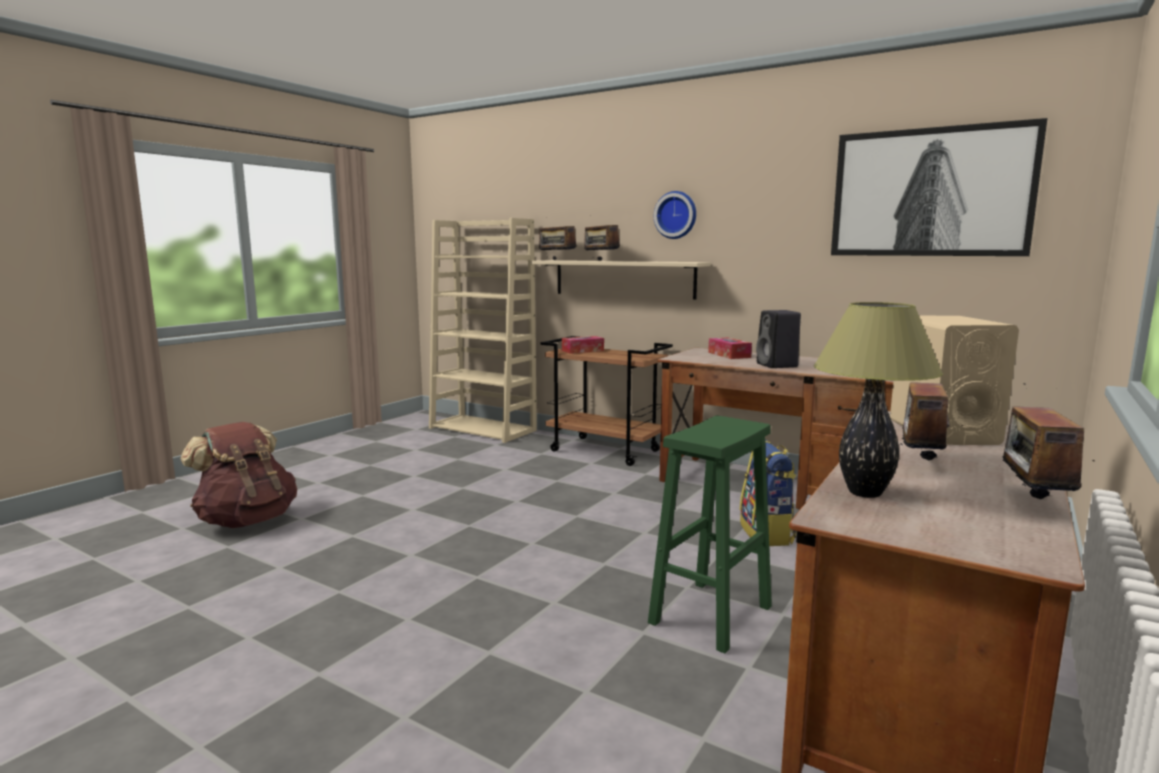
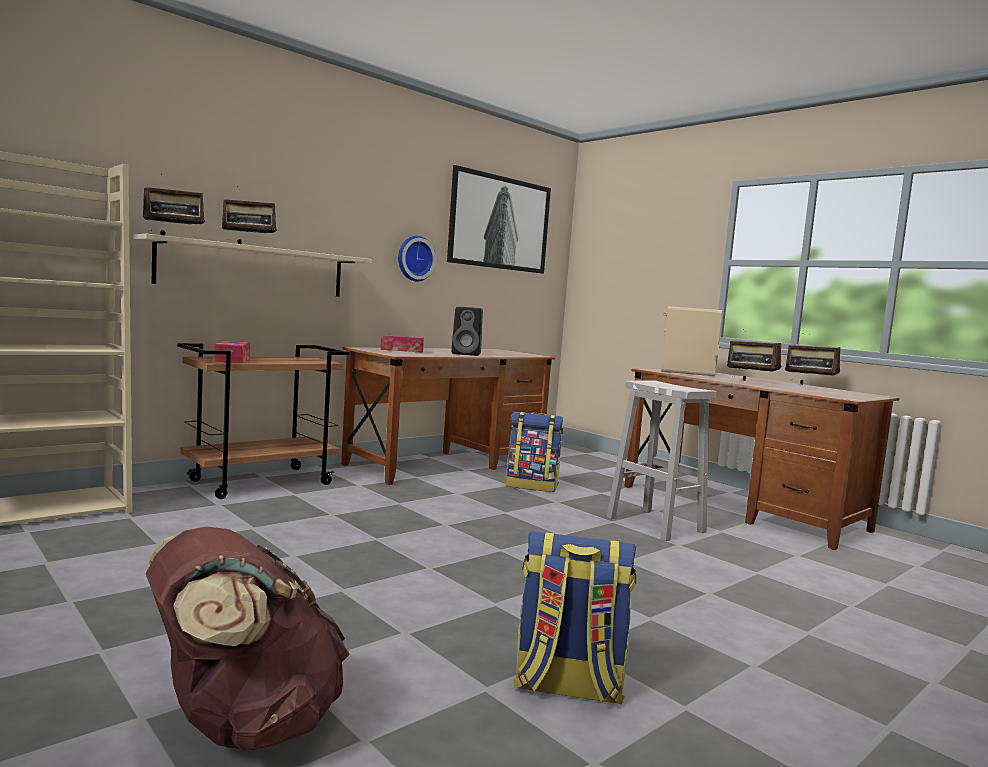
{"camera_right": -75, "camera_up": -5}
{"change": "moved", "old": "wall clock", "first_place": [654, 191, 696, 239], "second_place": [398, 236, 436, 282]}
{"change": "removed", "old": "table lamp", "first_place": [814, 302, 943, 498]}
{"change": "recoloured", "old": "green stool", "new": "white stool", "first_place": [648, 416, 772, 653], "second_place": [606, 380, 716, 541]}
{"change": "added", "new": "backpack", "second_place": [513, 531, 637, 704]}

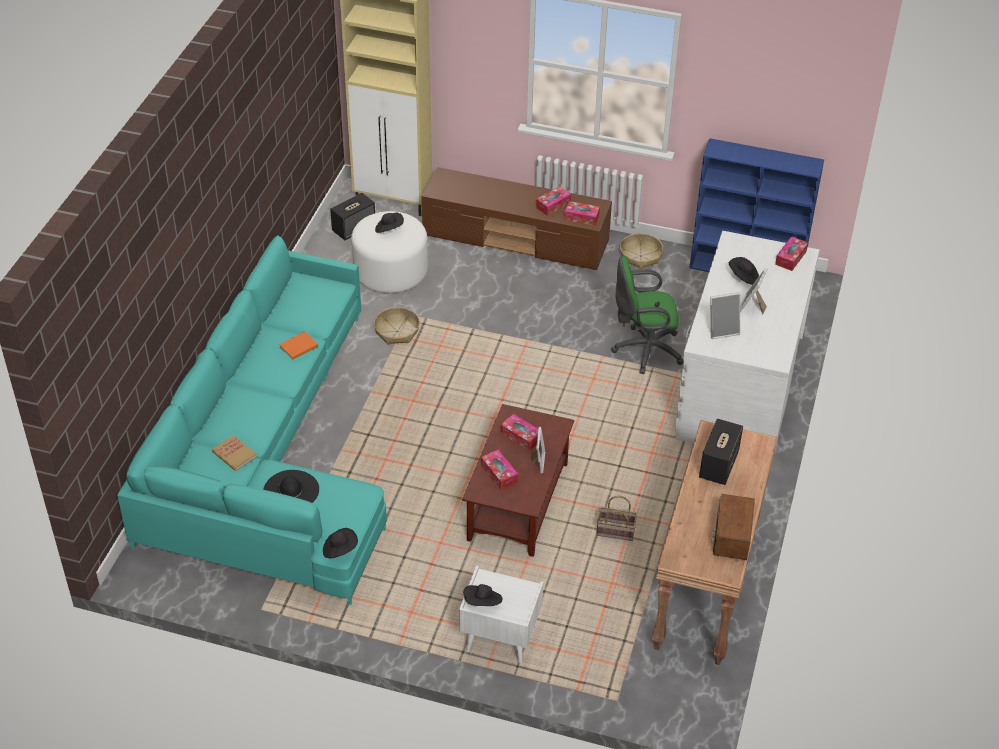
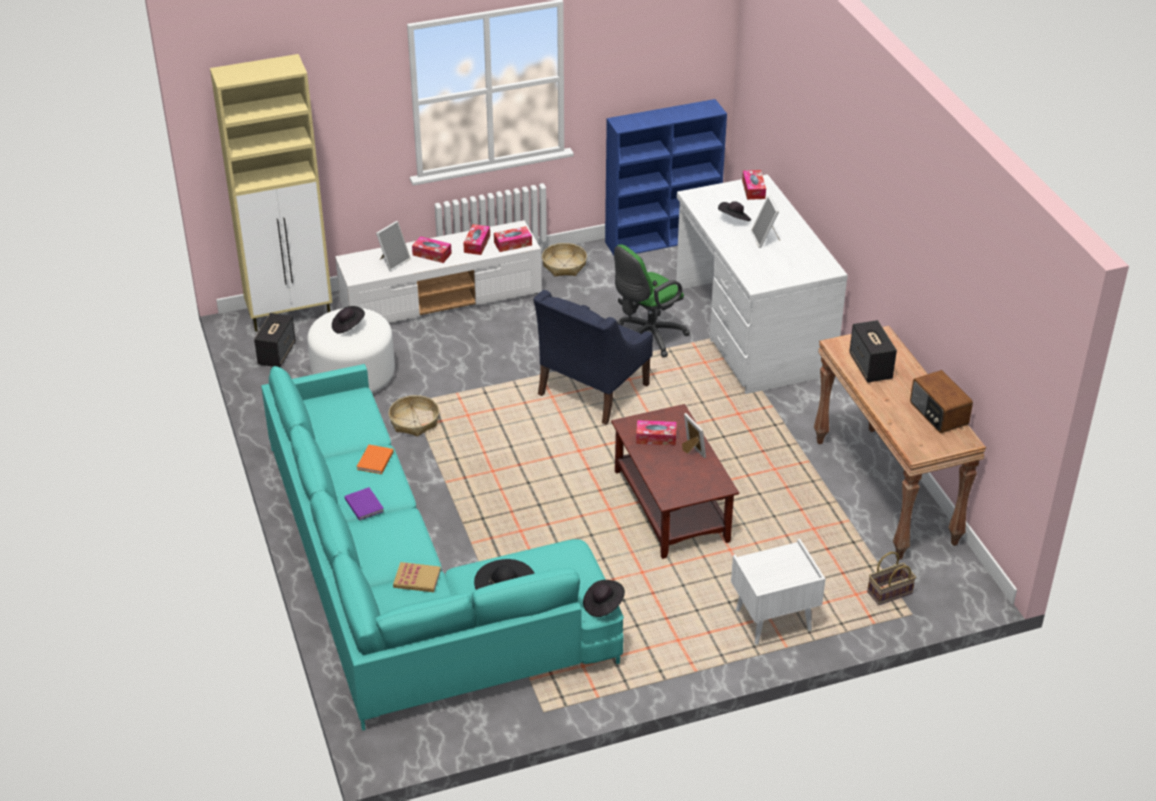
{"camera_right": -35, "camera_up": -5}
{"change": "recoloured", "old": "brown tv stand", "new": "white tv stand", "first_place": [422, 167, 612, 270], "second_place": [335, 220, 542, 323]}
{"change": "moved", "old": "picture frame", "first_place": [710, 292, 740, 339], "second_place": [376, 221, 411, 271]}
{"change": "moved", "old": "tissue box", "first_place": [481, 450, 518, 490], "second_place": [412, 236, 452, 263]}
{"change": "moved", "old": "basket", "first_place": [596, 496, 637, 541], "second_place": [867, 552, 916, 605]}
{"change": "removed", "old": "black hat", "first_place": [463, 584, 502, 606]}
{"change": "added", "new": "blue armchair", "second_place": [533, 290, 653, 425]}
{"change": "added", "new": "purple book", "second_place": [345, 487, 384, 521]}

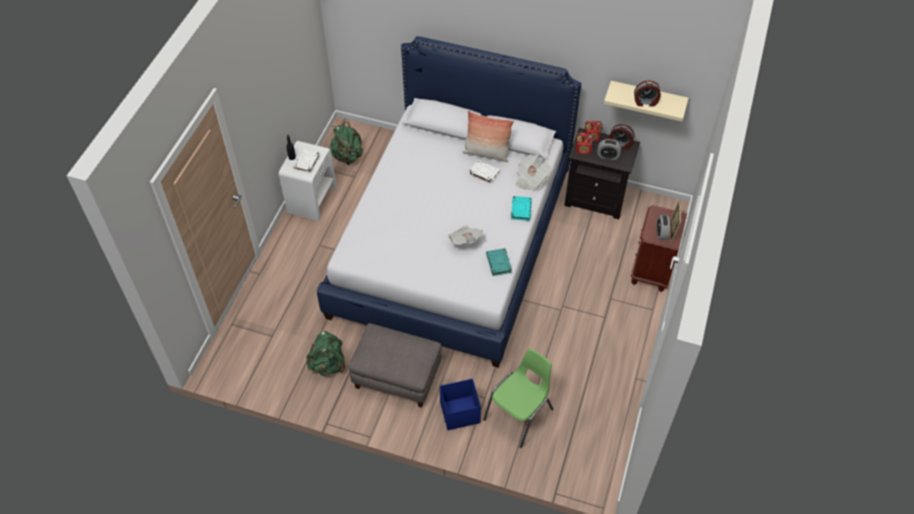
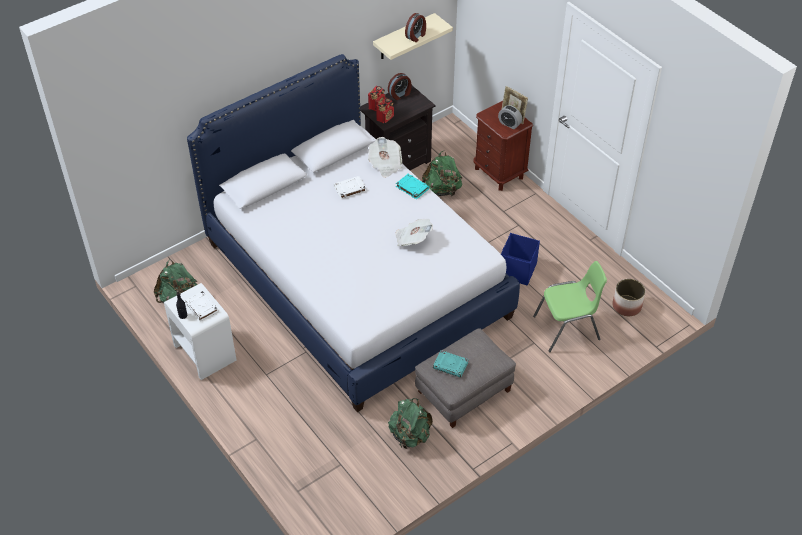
{"camera_right": -55, "camera_up": -5}
{"change": "removed", "old": "pillow", "first_place": [462, 111, 514, 162]}
{"change": "removed", "old": "alarm clock", "first_place": [597, 139, 621, 160]}
{"change": "moved", "old": "turquoise book", "first_place": [486, 248, 512, 276], "second_place": [433, 350, 469, 378]}
{"change": "turned", "old": "green chair", "first_place": [483, 348, 553, 448], "second_place": [533, 261, 607, 352], "degrees": 90}
{"change": "moved", "old": "blue storage box", "first_place": [440, 379, 481, 430], "second_place": [501, 233, 540, 285]}
{"change": "added", "new": "green backpack", "second_place": [422, 151, 462, 196]}
{"change": "added", "new": "planter", "second_place": [613, 279, 645, 316]}

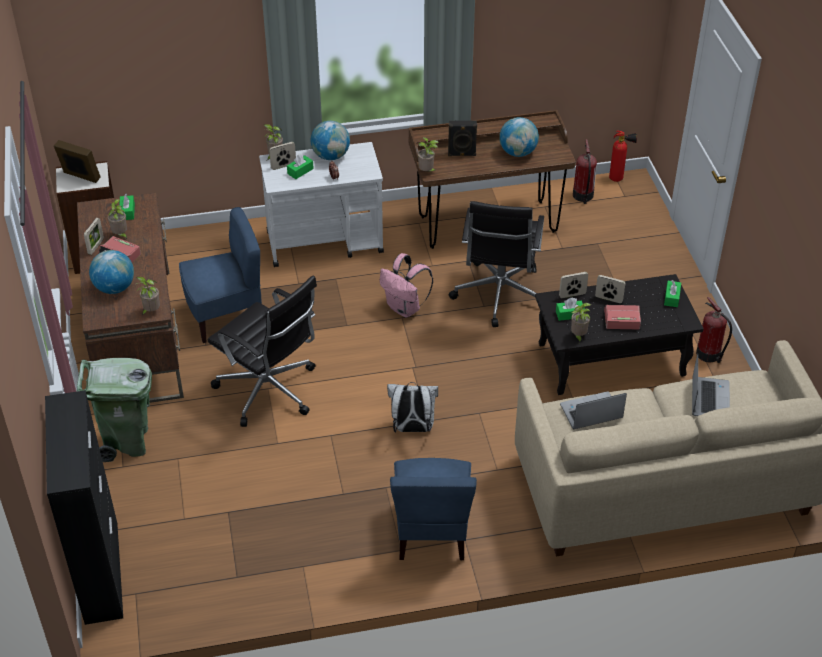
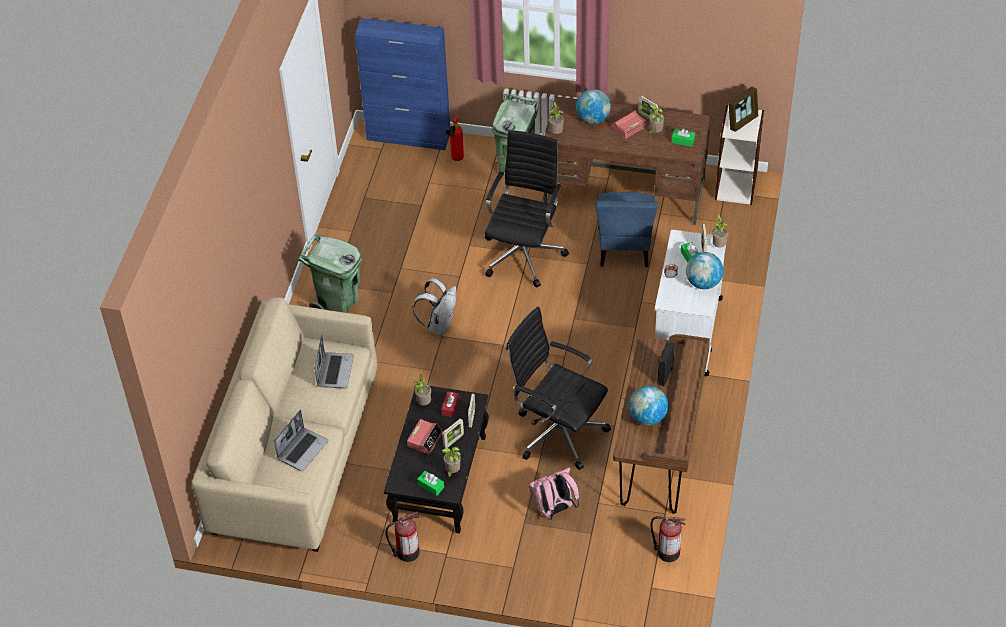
{"camera_right": 115, "camera_up": 5}
{"change": "moved", "old": "fire extinguisher", "first_place": [609, 130, 637, 182], "second_place": [446, 115, 464, 161]}
{"change": "moved", "old": "potted plant", "first_place": [418, 137, 439, 172], "second_place": [442, 446, 461, 479]}
{"change": "moved", "old": "pink backpack", "first_place": [380, 253, 433, 318], "second_place": [529, 467, 579, 520]}
{"change": "turned", "old": "black office chair", "first_place": [208, 275, 317, 427], "second_place": [485, 130, 569, 287], "degrees": 135}
{"change": "recoloured", "old": "green tissue box", "new": "red tissue box", "first_place": [556, 298, 585, 321], "second_place": [441, 391, 460, 417]}
{"change": "turned", "old": "laptop", "first_place": [692, 354, 730, 416], "second_place": [274, 410, 329, 471], "degrees": -90}
{"change": "recoloured", "old": "black cabinet", "new": "blue cabinet", "first_place": [45, 390, 123, 625], "second_place": [355, 18, 450, 150]}
{"change": "replaced", "old": "blue chair", "new": "green trash can", "first_place": [390, 458, 477, 560], "second_place": [298, 233, 362, 313]}

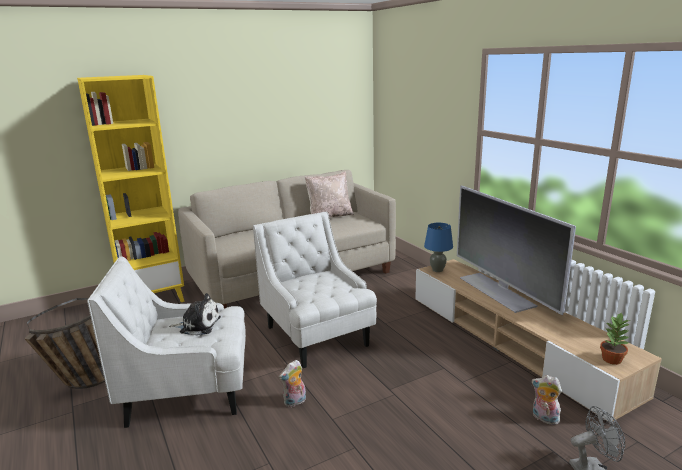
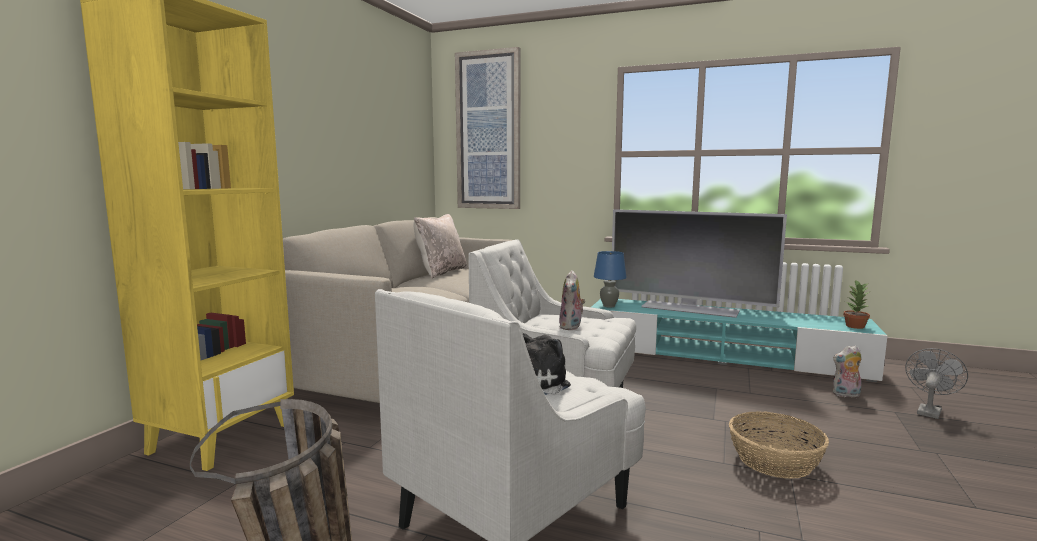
{"camera_right": -40, "camera_up": -10}
{"change": "recoloured", "old": "beige tv stand", "new": "turquoise tv stand", "first_place": [415, 259, 662, 423], "second_place": [591, 299, 887, 382]}
{"change": "moved", "old": "plush toy", "first_place": [279, 360, 306, 408], "second_place": [559, 270, 585, 330]}
{"change": "added", "new": "picture", "second_place": [455, 47, 520, 209]}
{"change": "added", "new": "basket", "second_place": [729, 411, 829, 479]}

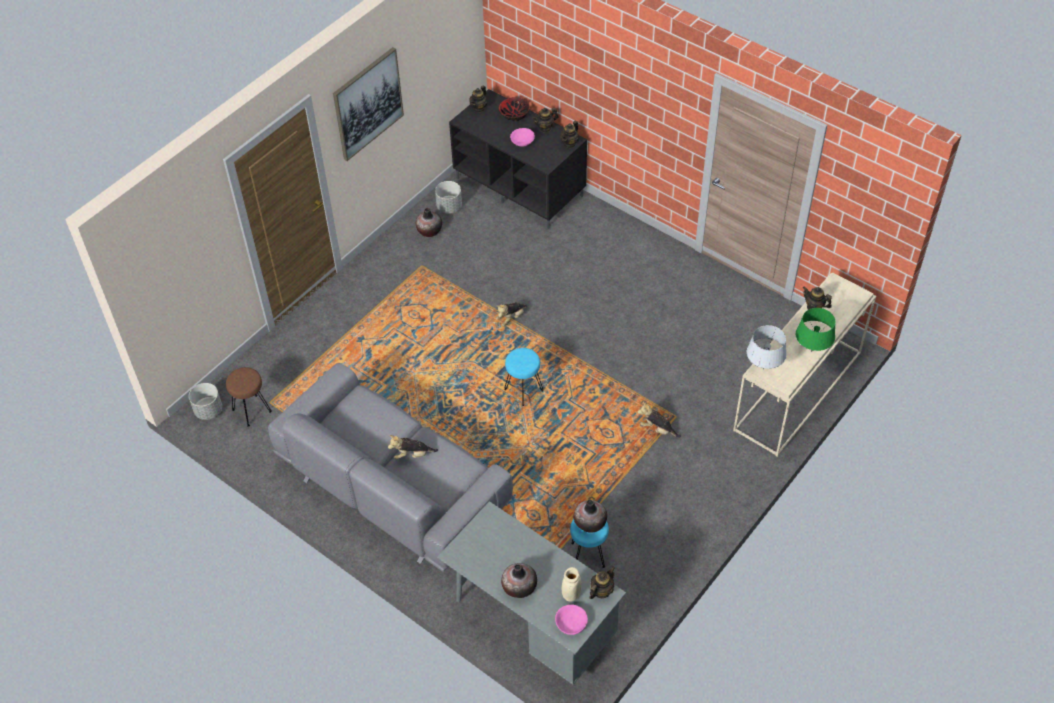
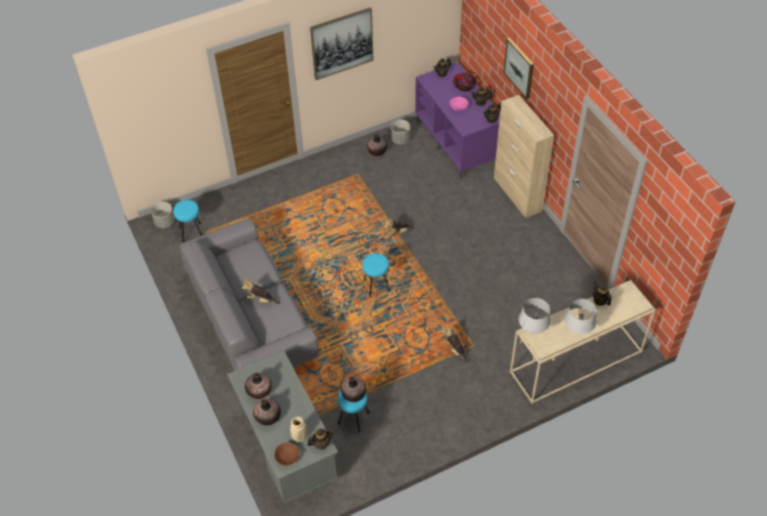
{"camera_right": 25, "camera_up": 0}
{"change": "recoloured", "old": "black tv stand", "new": "purple tv stand", "first_place": [449, 89, 587, 229], "second_place": [415, 62, 500, 178]}
{"change": "recoloured", "old": "green table lamp", "new": "grey table lamp", "first_place": [796, 308, 835, 352], "second_place": [564, 299, 597, 334]}
{"change": "recoloured", "old": "brown stool", "new": "turquoise stool", "first_place": [226, 367, 272, 427], "second_place": [173, 200, 202, 242]}
{"change": "recoloured", "old": "pink bowl", "new": "brown bowl", "first_place": [555, 605, 588, 635], "second_place": [274, 443, 299, 466]}
{"change": "added", "new": "picture", "second_place": [503, 38, 534, 100]}
{"change": "added", "new": "beige cabinet", "second_place": [494, 95, 554, 218]}
{"change": "added", "new": "vase", "second_place": [245, 373, 272, 399]}

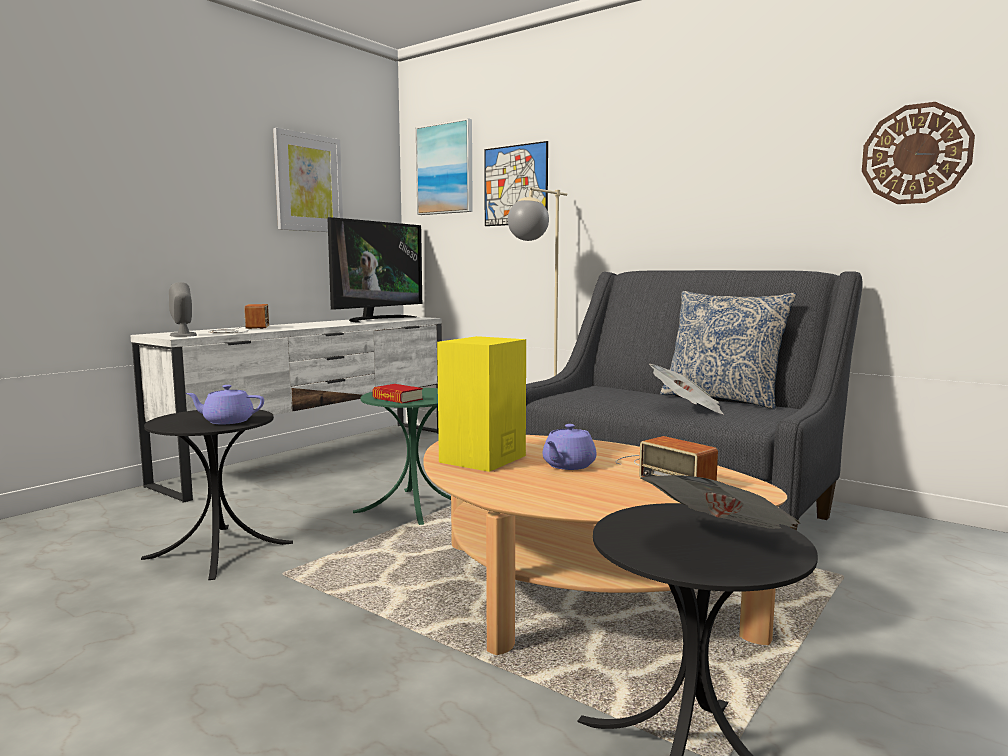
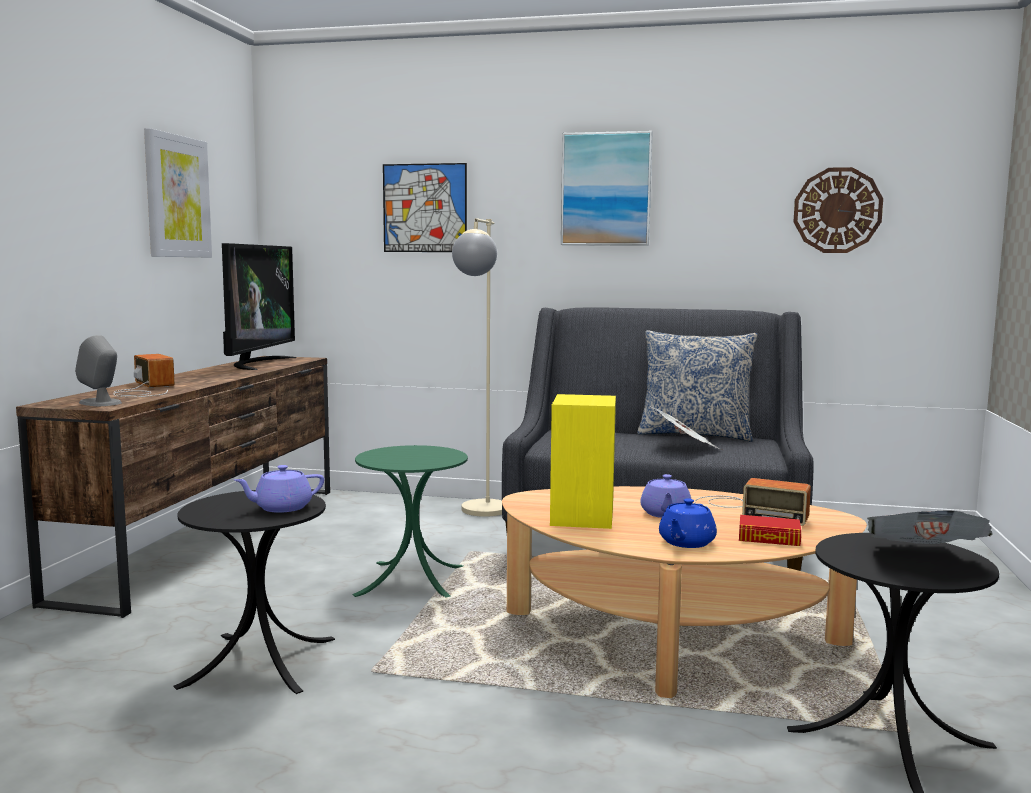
{"camera_right": -25, "camera_up": 0}
{"change": "moved", "old": "picture", "first_place": [416, 118, 473, 215], "second_place": [561, 131, 652, 246]}
{"change": "recoloured", "old": "white tv stand", "new": "brown tv stand", "first_place": [130, 317, 442, 503], "second_place": [16, 356, 330, 618]}
{"change": "moved", "old": "book", "first_place": [372, 384, 423, 403], "second_place": [739, 515, 801, 546]}
{"change": "added", "new": "blue teapot", "second_place": [659, 499, 717, 548]}

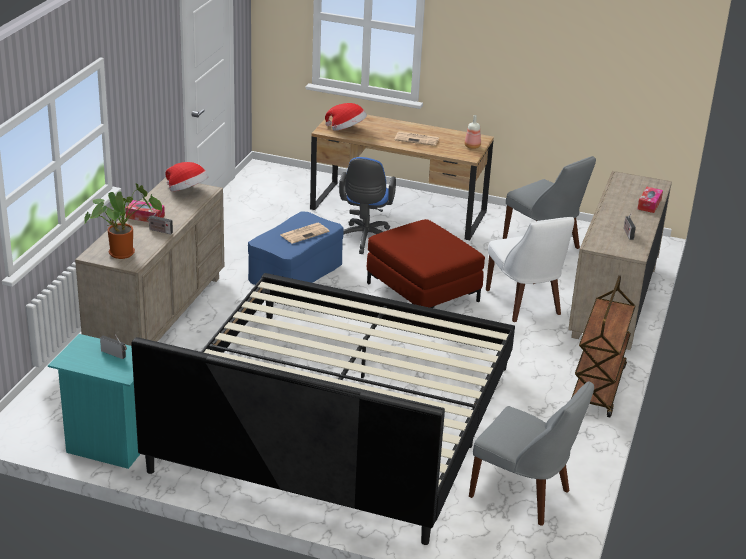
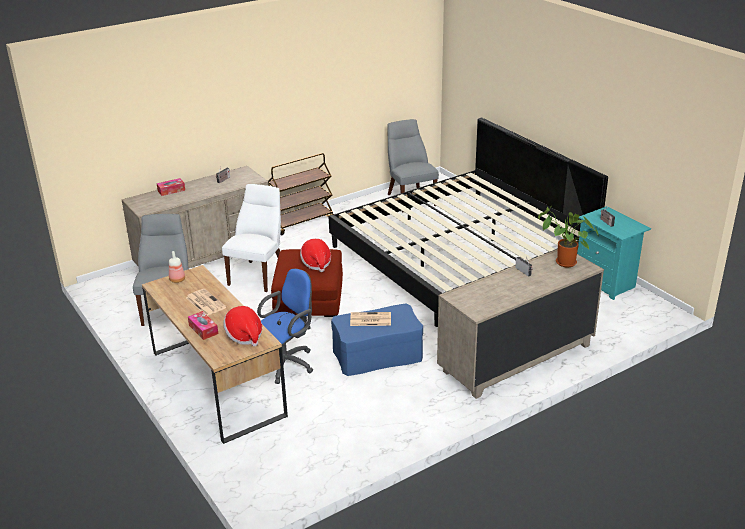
{"camera_right": -140, "camera_up": 0}
{"change": "moved", "old": "hat", "first_place": [165, 162, 209, 192], "second_place": [300, 239, 331, 272]}
{"change": "moved", "old": "tissue box", "first_place": [125, 200, 165, 222], "second_place": [188, 311, 218, 340]}

